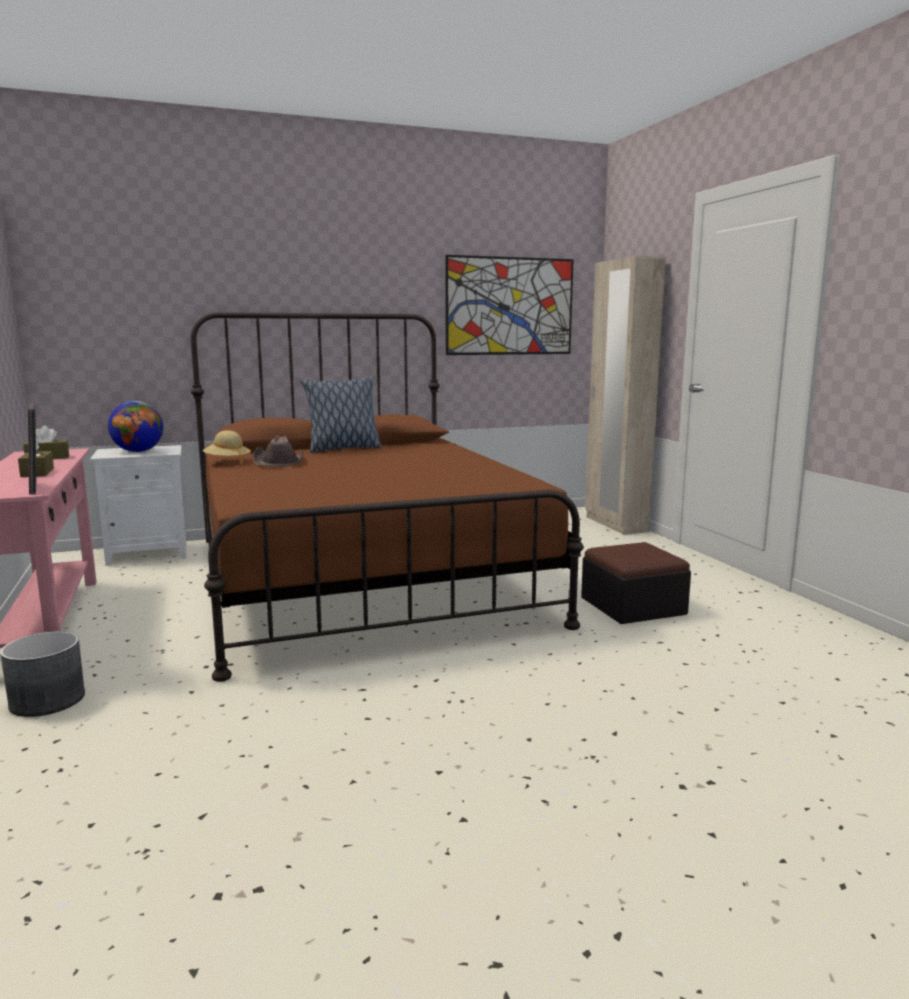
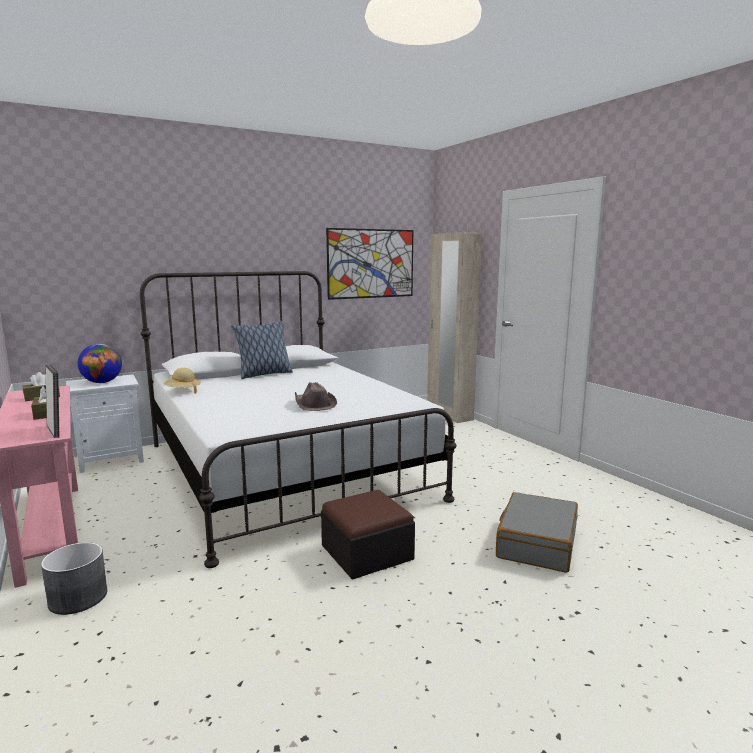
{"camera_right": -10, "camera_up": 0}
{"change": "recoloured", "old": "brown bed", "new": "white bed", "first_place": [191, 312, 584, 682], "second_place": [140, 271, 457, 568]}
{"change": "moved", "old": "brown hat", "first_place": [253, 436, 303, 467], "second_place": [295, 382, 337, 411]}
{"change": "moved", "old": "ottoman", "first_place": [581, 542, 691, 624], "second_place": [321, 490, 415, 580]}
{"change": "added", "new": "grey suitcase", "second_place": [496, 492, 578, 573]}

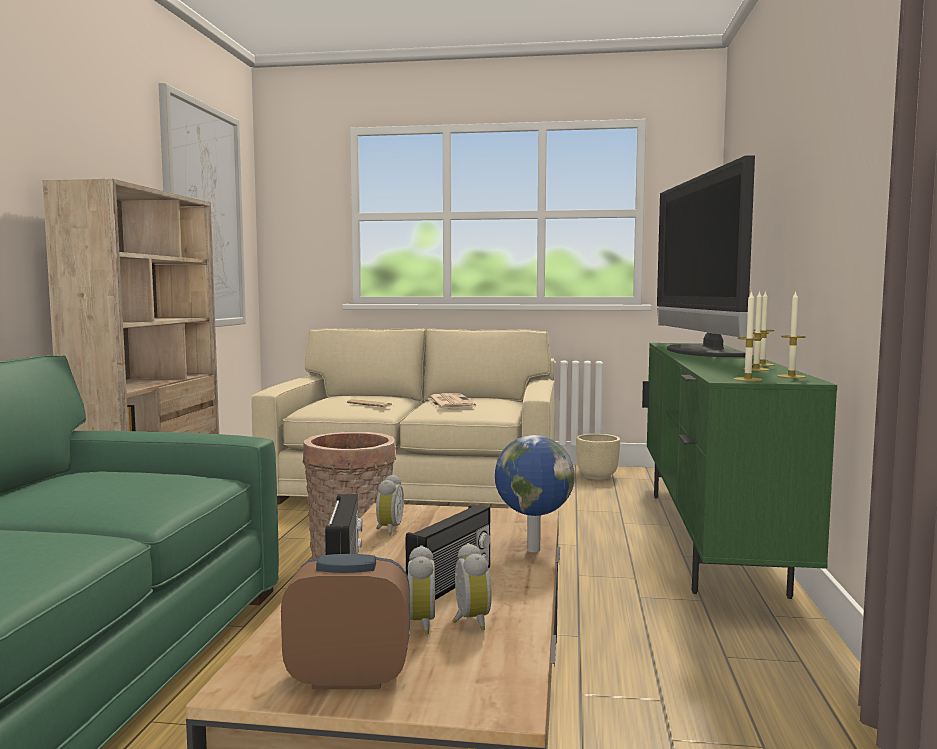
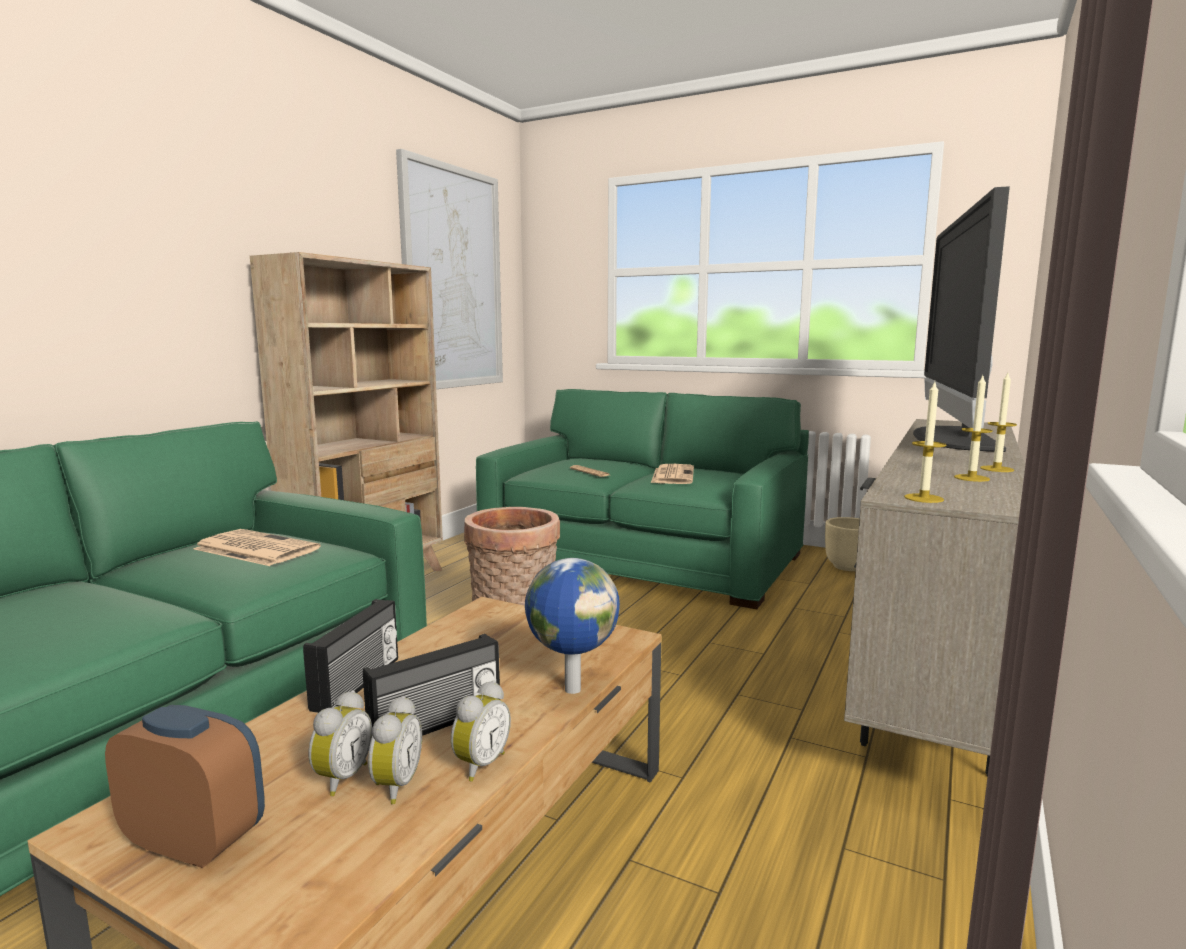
{"camera_right": 20, "camera_up": 5}
{"change": "removed", "old": "candle", "first_place": [777, 291, 806, 378]}
{"change": "recoloured", "old": "beige sofa", "new": "green sofa", "first_place": [252, 328, 555, 504], "second_place": [476, 389, 809, 609]}
{"change": "recoloured", "old": "green tv stand", "new": "beige tv stand", "first_place": [642, 343, 837, 599], "second_place": [844, 419, 1025, 777]}
{"change": "moved", "old": "alarm clock", "first_place": [376, 474, 404, 535], "second_place": [451, 681, 511, 782]}
{"change": "added", "new": "newspaper", "second_place": [193, 529, 321, 566]}

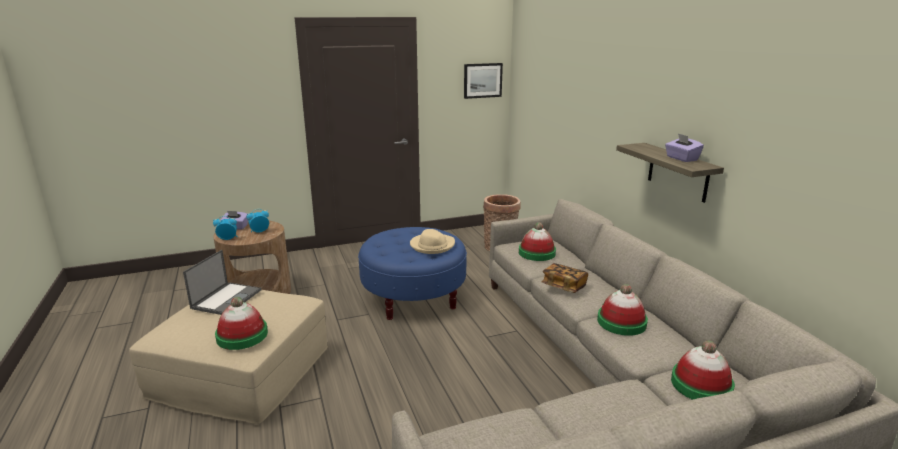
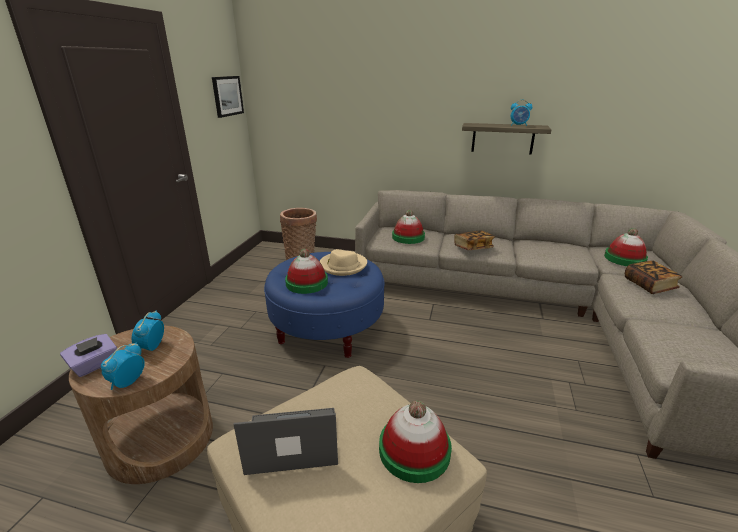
{"camera_right": -55, "camera_up": 5}
{"change": "replaced", "old": "purple tissue box", "new": "alarm clock", "first_place": [665, 133, 704, 162], "second_place": [511, 99, 532, 126]}
{"change": "turned", "old": "laptop", "first_place": [183, 250, 261, 315], "second_place": [233, 408, 338, 475], "degrees": -60}
{"change": "moved", "old": "hat", "first_place": [597, 284, 648, 336], "second_place": [285, 249, 328, 294]}
{"change": "added", "new": "book", "second_place": [624, 261, 683, 294]}

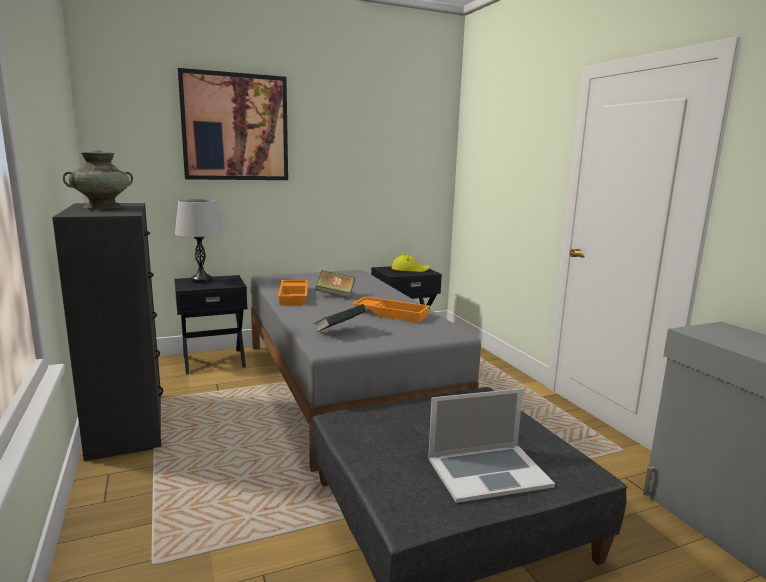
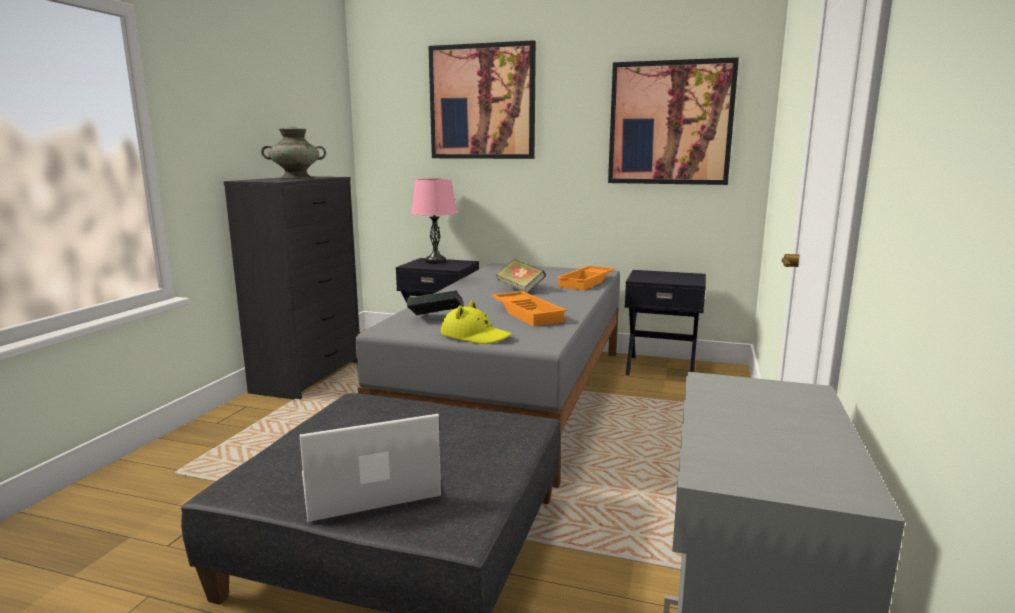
{"camera_right": 40, "camera_up": 0}
{"change": "recoloured", "old": "grey table lamp", "new": "pink table lamp", "first_place": [175, 199, 222, 283], "second_place": [411, 178, 457, 264]}
{"change": "moved", "old": "yellow hat", "first_place": [392, 252, 430, 272], "second_place": [441, 300, 512, 344]}
{"change": "moved", "old": "orange tray", "first_place": [278, 280, 308, 305], "second_place": [557, 266, 615, 290]}
{"change": "turned", "old": "laptop", "first_place": [428, 388, 555, 503], "second_place": [300, 414, 441, 522], "degrees": 135}
{"change": "added", "new": "picture", "second_place": [608, 57, 739, 185]}

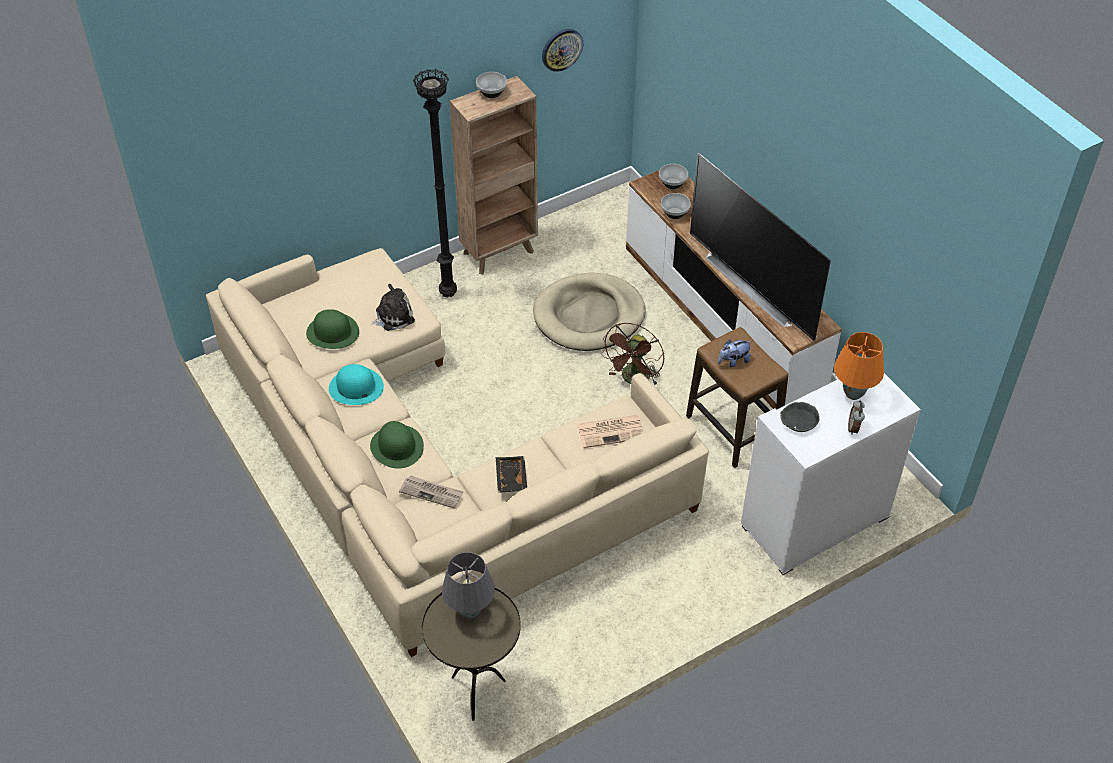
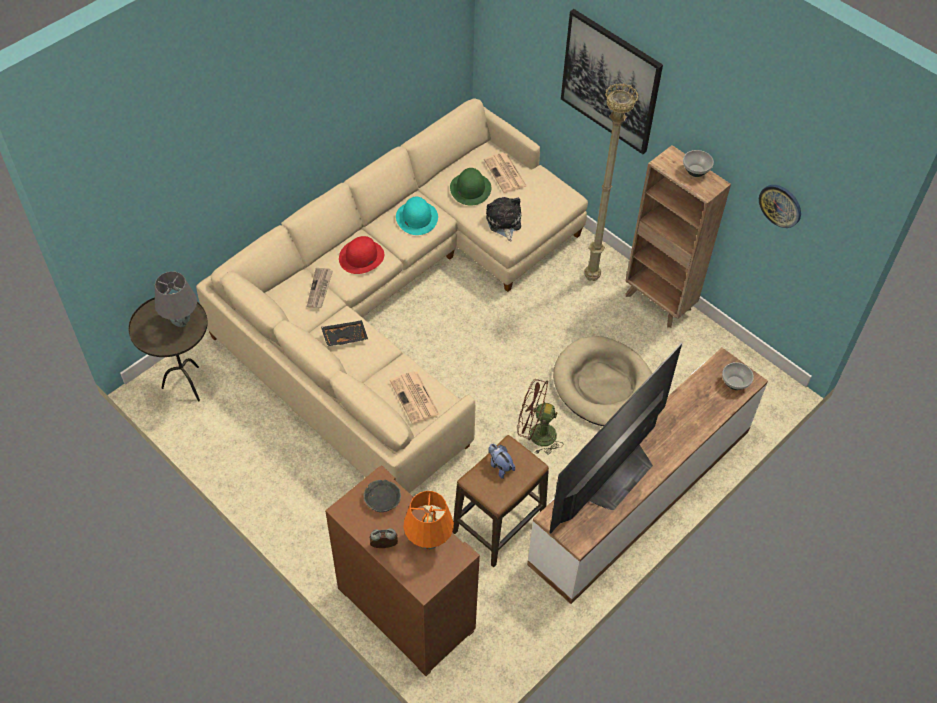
{"camera_right": 75, "camera_up": 5}
{"change": "recoloured", "old": "black floor lamp", "new": "beige floor lamp", "first_place": [413, 69, 457, 297], "second_place": [584, 83, 639, 281]}
{"change": "removed", "old": "bowl", "first_place": [661, 193, 691, 219]}
{"change": "turned", "old": "plush toy", "first_place": [371, 284, 415, 331], "second_place": [486, 197, 521, 241], "degrees": -150}
{"change": "recoloured", "old": "white cabinet", "new": "brown cabinet", "first_place": [741, 373, 921, 575], "second_place": [325, 465, 480, 676]}
{"change": "recoloured", "old": "green hat", "new": "red hat", "first_place": [370, 421, 424, 469], "second_place": [339, 236, 384, 274]}
{"change": "added", "new": "picture", "second_place": [561, 9, 663, 154]}
{"change": "added", "new": "newspaper", "second_place": [484, 153, 527, 193]}

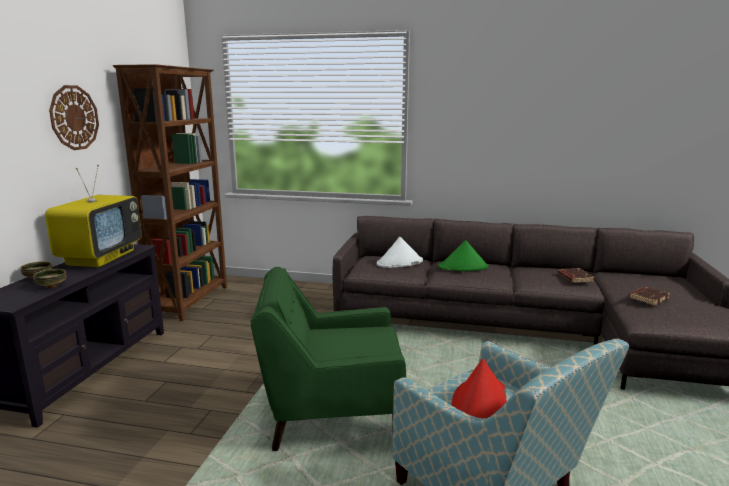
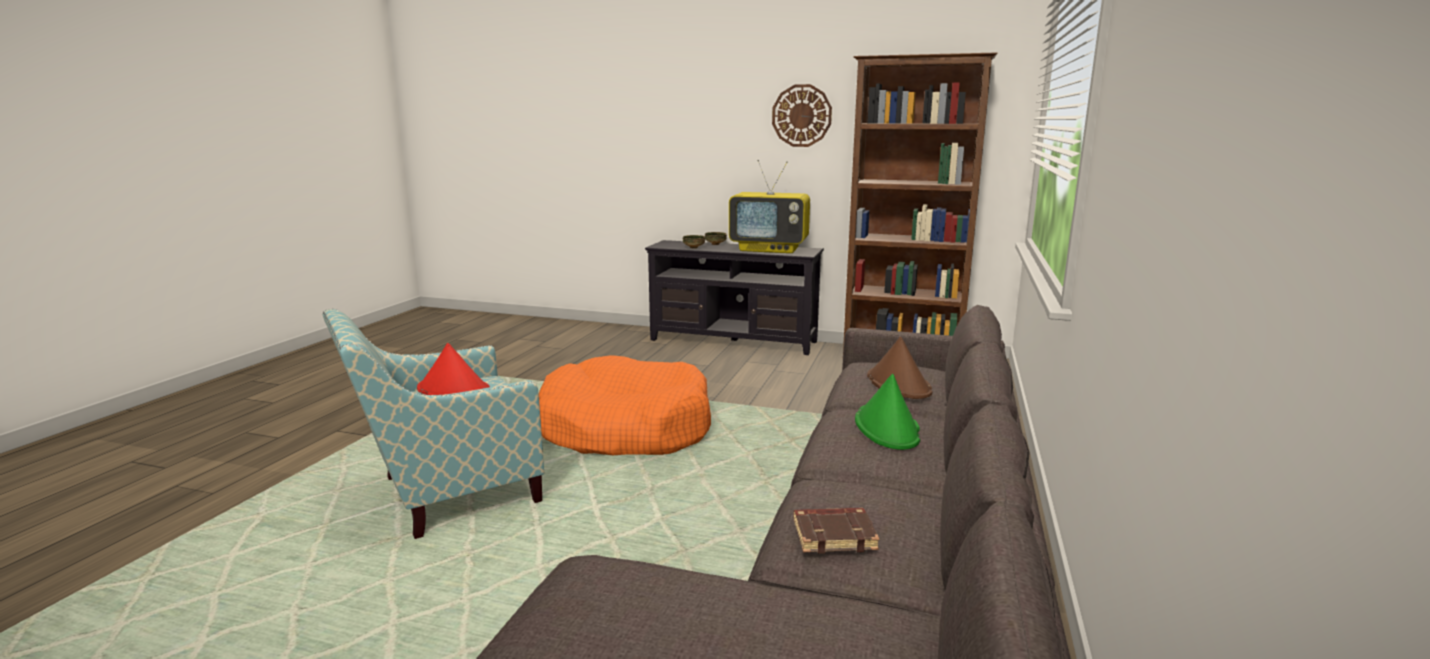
{"camera_right": 95, "camera_up": 0}
{"change": "recoloured", "old": "white hat", "new": "brown hat", "first_place": [377, 237, 423, 268], "second_place": [867, 336, 933, 399]}
{"change": "replaced", "old": "green armchair", "new": "orange dog bed", "first_place": [250, 267, 406, 451], "second_place": [539, 355, 711, 455]}
{"change": "removed", "old": "brown book", "first_place": [628, 287, 671, 306]}

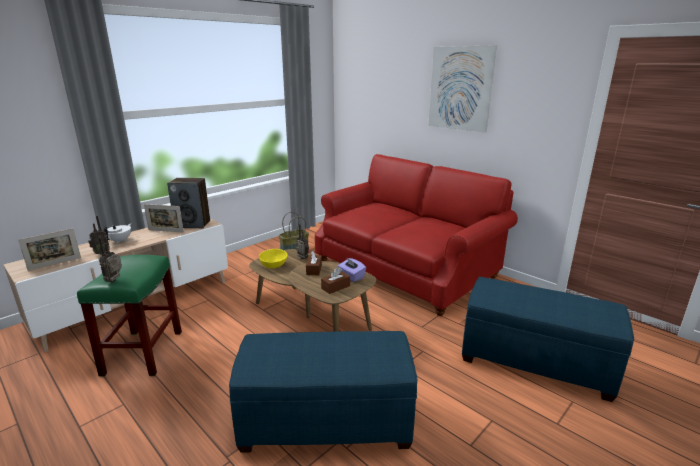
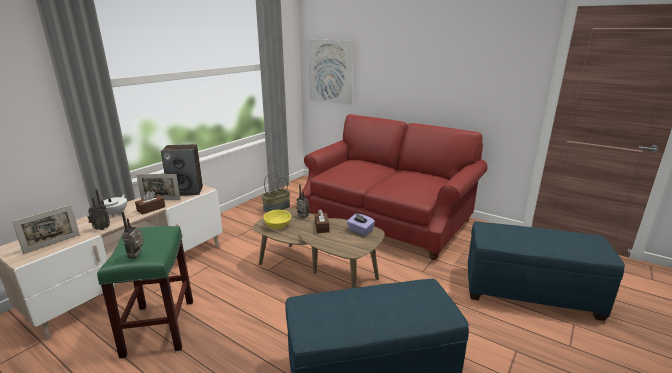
{"camera_right": -10, "camera_up": 0}
{"change": "moved", "old": "picture", "first_place": [429, 45, 497, 133], "second_place": [308, 39, 353, 105]}
{"change": "moved", "old": "brown tissue box", "first_place": [321, 268, 350, 294], "second_place": [135, 191, 165, 215]}

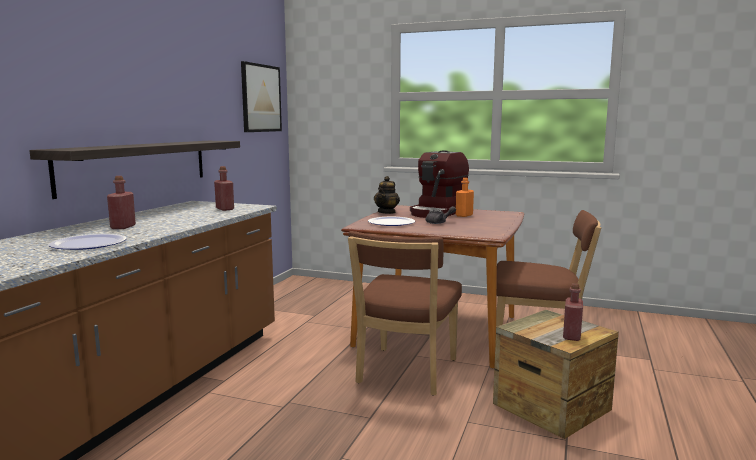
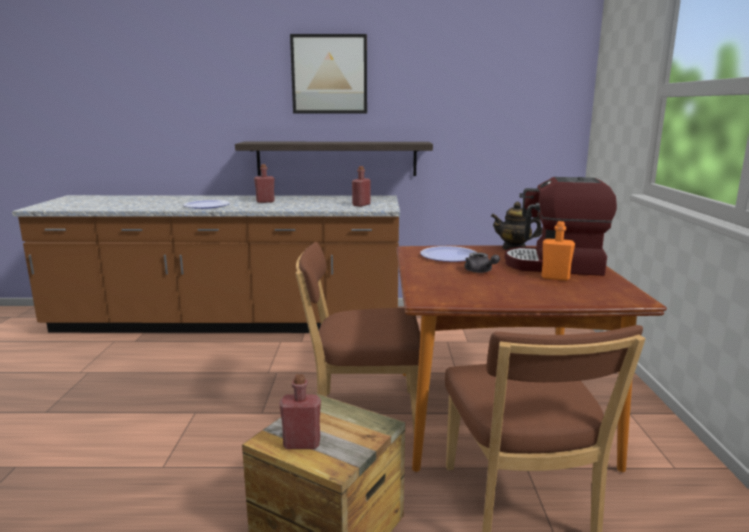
{"camera_right": 70, "camera_up": 5}
{"change": "moved", "old": "picture", "first_place": [241, 61, 282, 132], "second_place": [290, 34, 367, 113]}

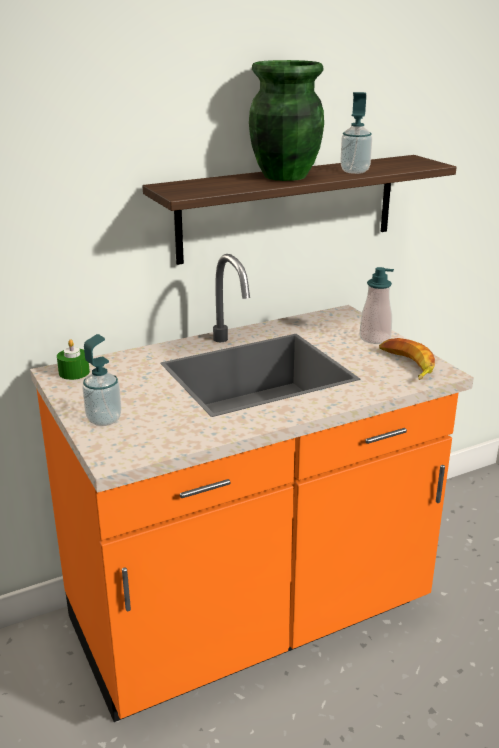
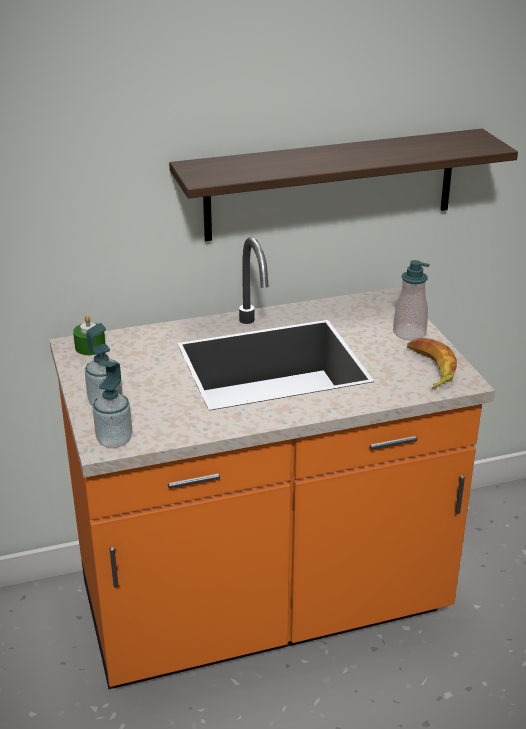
{"camera_right": 10, "camera_up": 5}
{"change": "removed", "old": "green vase", "first_place": [249, 60, 324, 181]}
{"change": "moved", "old": "soap dispenser", "first_place": [340, 92, 372, 174], "second_place": [93, 360, 132, 448]}

